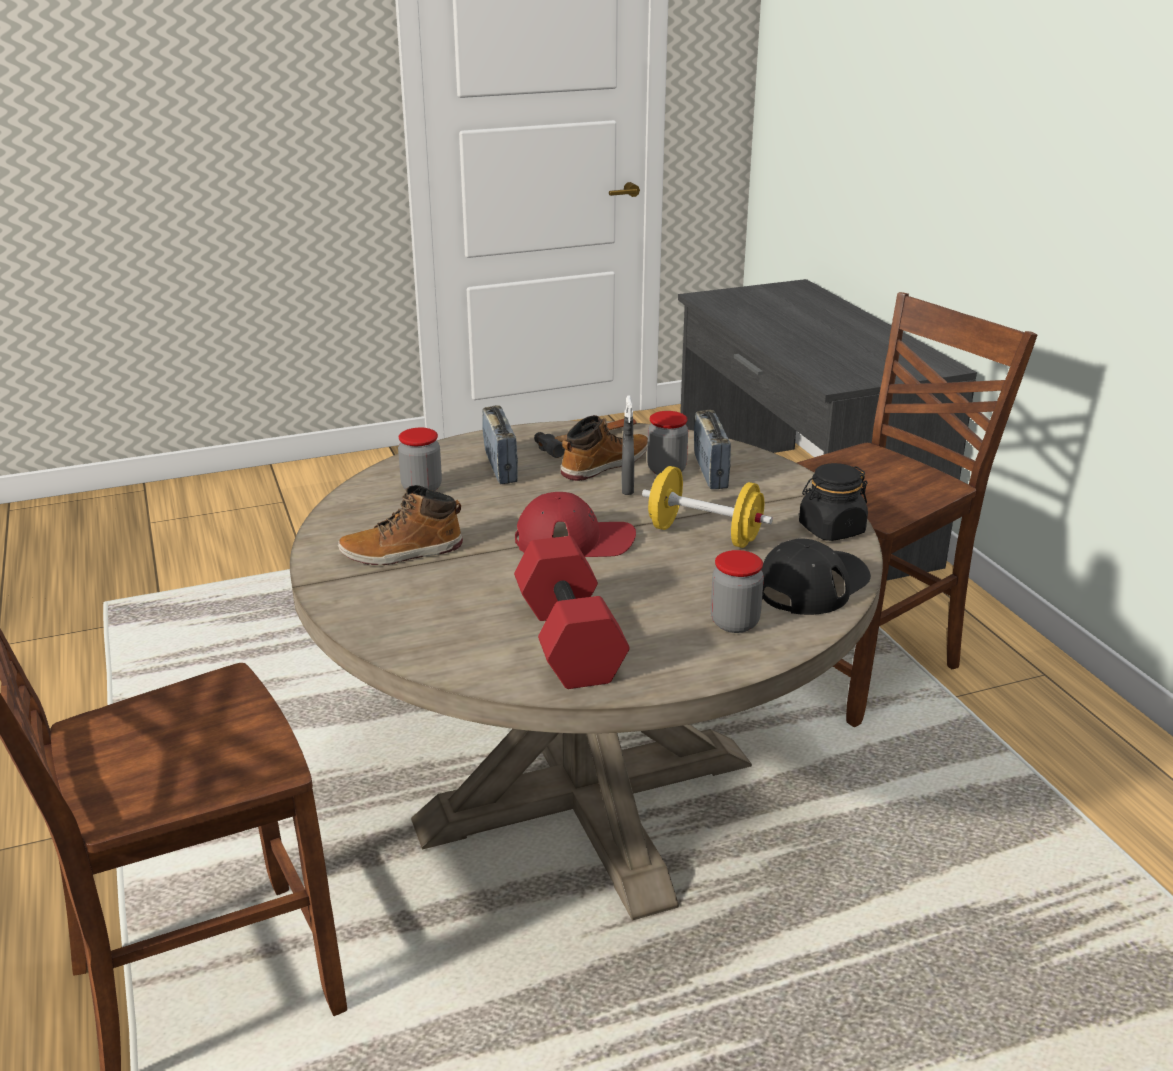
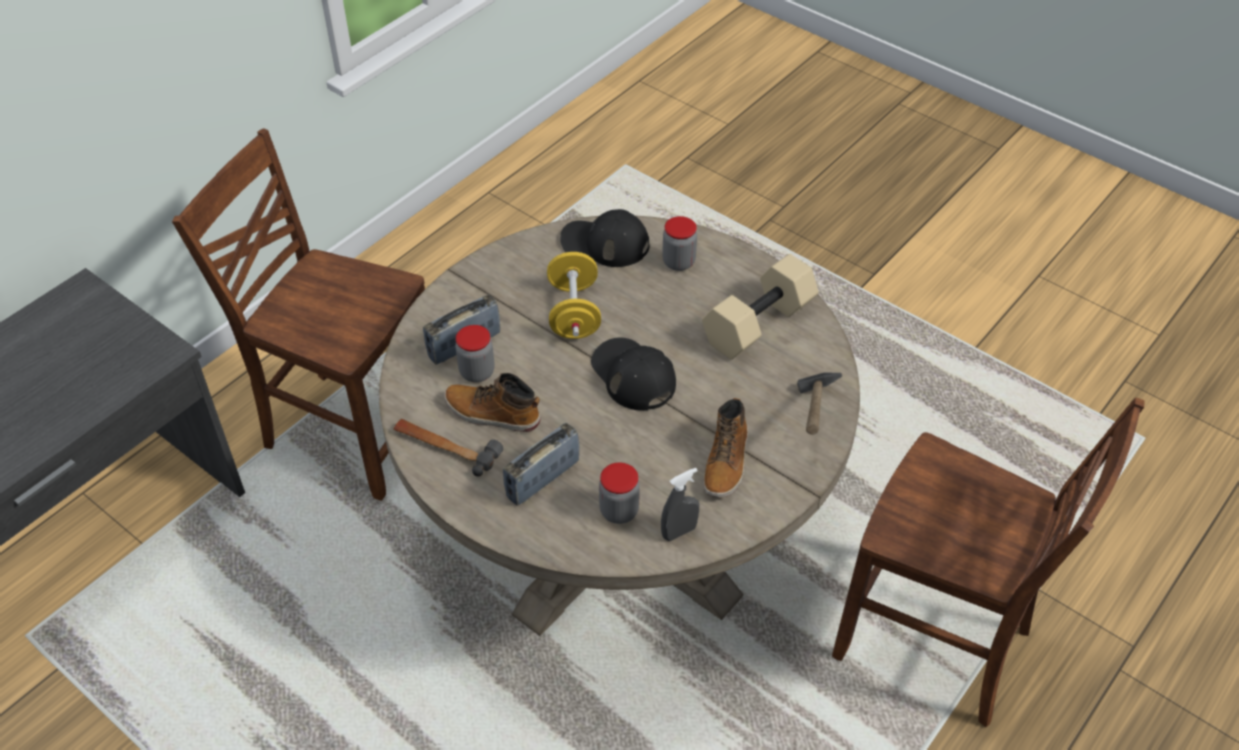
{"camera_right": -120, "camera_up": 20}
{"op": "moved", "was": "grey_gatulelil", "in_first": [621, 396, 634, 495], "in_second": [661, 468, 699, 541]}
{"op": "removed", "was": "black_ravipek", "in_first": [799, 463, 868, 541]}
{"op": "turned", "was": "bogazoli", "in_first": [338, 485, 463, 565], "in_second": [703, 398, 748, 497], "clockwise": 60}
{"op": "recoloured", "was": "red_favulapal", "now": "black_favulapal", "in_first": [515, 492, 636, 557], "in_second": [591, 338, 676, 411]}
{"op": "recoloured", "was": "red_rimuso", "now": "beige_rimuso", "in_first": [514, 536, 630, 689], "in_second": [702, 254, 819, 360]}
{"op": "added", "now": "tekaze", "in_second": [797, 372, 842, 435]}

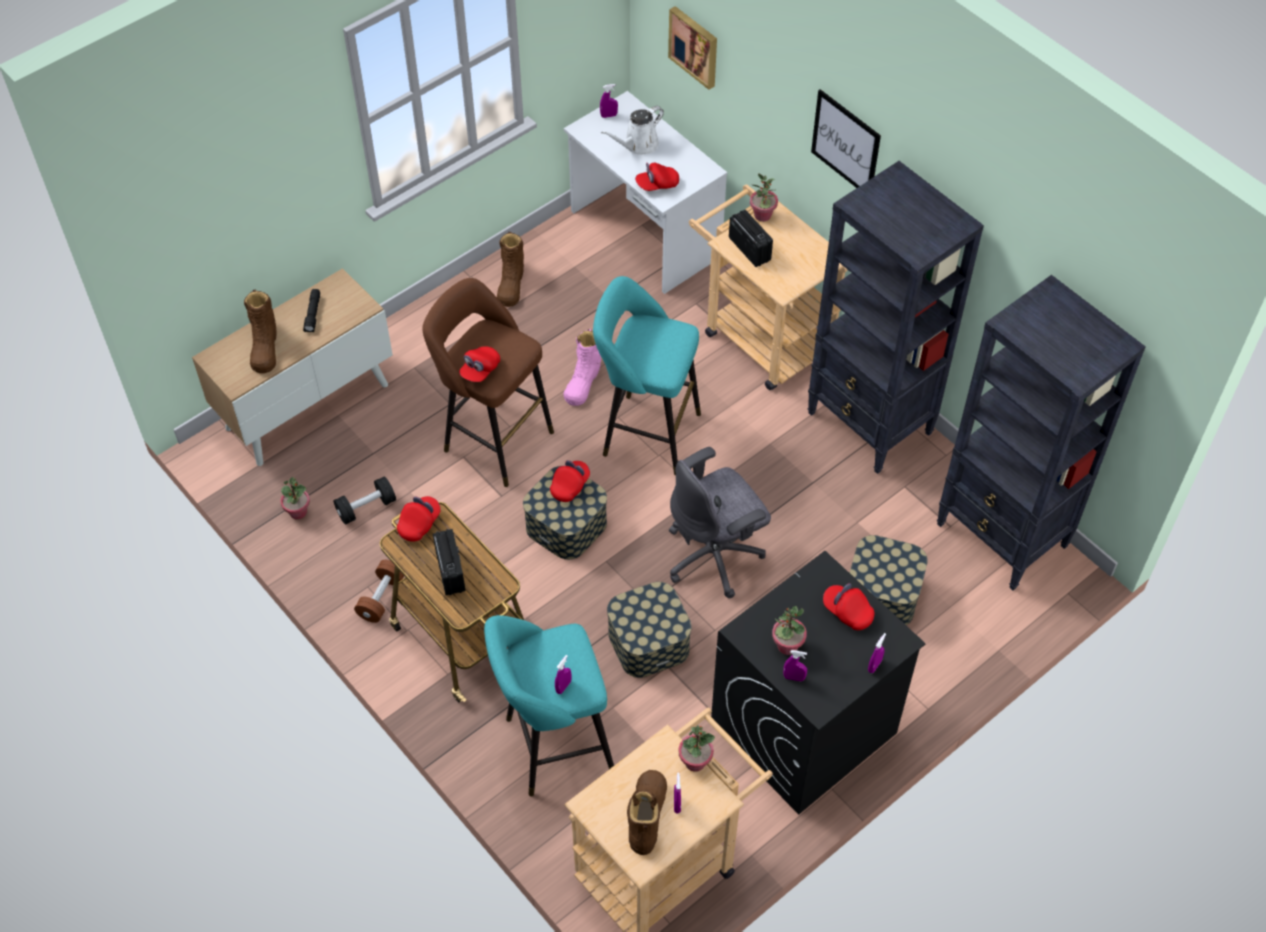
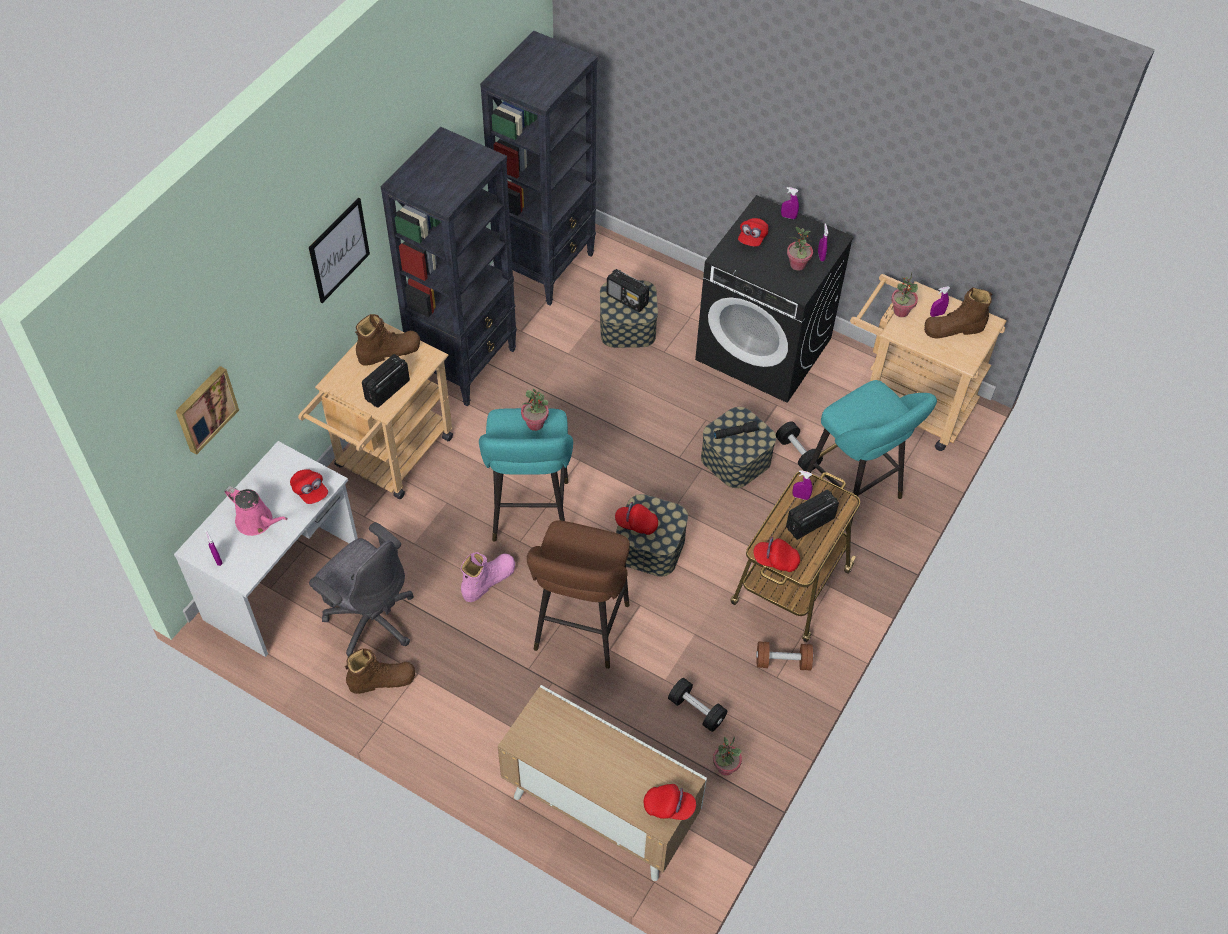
{"camera_right": -110, "camera_up": 0}
{"op": "recoloured", "was": "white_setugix", "now": "pink_setugix", "in_first": [601, 106, 664, 155], "in_second": [224, 486, 288, 536]}
{"op": "moved", "was": "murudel", "in_first": [750, 173, 778, 222], "in_second": [521, 388, 549, 431]}
{"op": "moved", "was": "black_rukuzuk", "in_first": [303, 289, 320, 332], "in_second": [714, 421, 759, 439]}
{"op": "moved", "was": "brown_bogazoli", "in_first": [244, 290, 277, 373], "in_second": [355, 314, 420, 366]}
{"op": "turned", "was": "pink_bogazoli", "in_first": [563, 329, 601, 406], "in_second": [461, 552, 515, 602], "clockwise": -45}
{"op": "moved", "was": "red_favulapal", "in_first": [459, 346, 500, 382], "in_second": [644, 784, 696, 820]}
{"op": "moved", "was": "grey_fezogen", "in_first": [669, 447, 771, 598], "in_second": [309, 522, 414, 657]}
{"op": "moved", "was": "purple_gatulelil", "in_first": [555, 655, 571, 694], "in_second": [793, 470, 813, 500]}
{"op": "added", "now": "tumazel", "in_second": [607, 269, 649, 312]}
{"op": "added", "now": "black_rimuso", "in_second": [776, 421, 823, 471]}

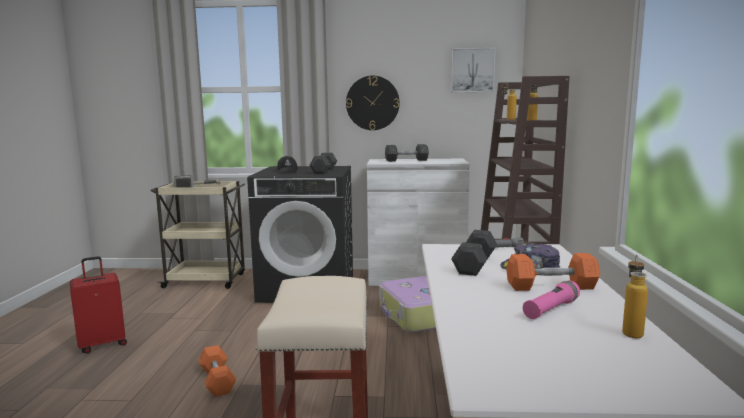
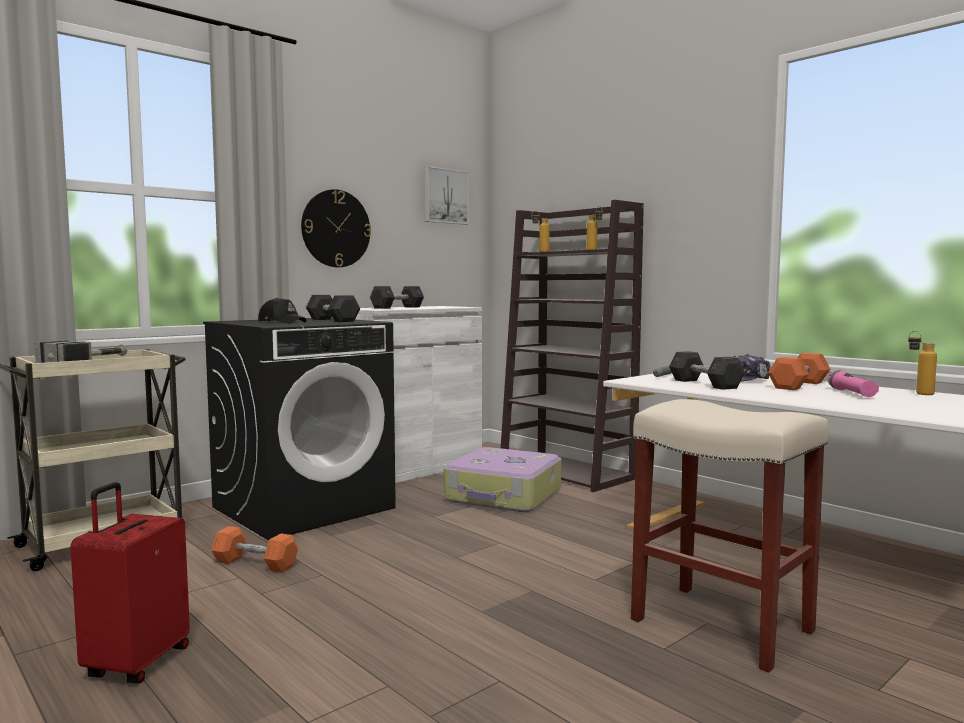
{"camera_right": -45, "camera_up": -5}
{"op": "moved", "was": "orange_rimuso", "in_first": [198, 345, 236, 397], "in_second": [211, 526, 298, 573]}

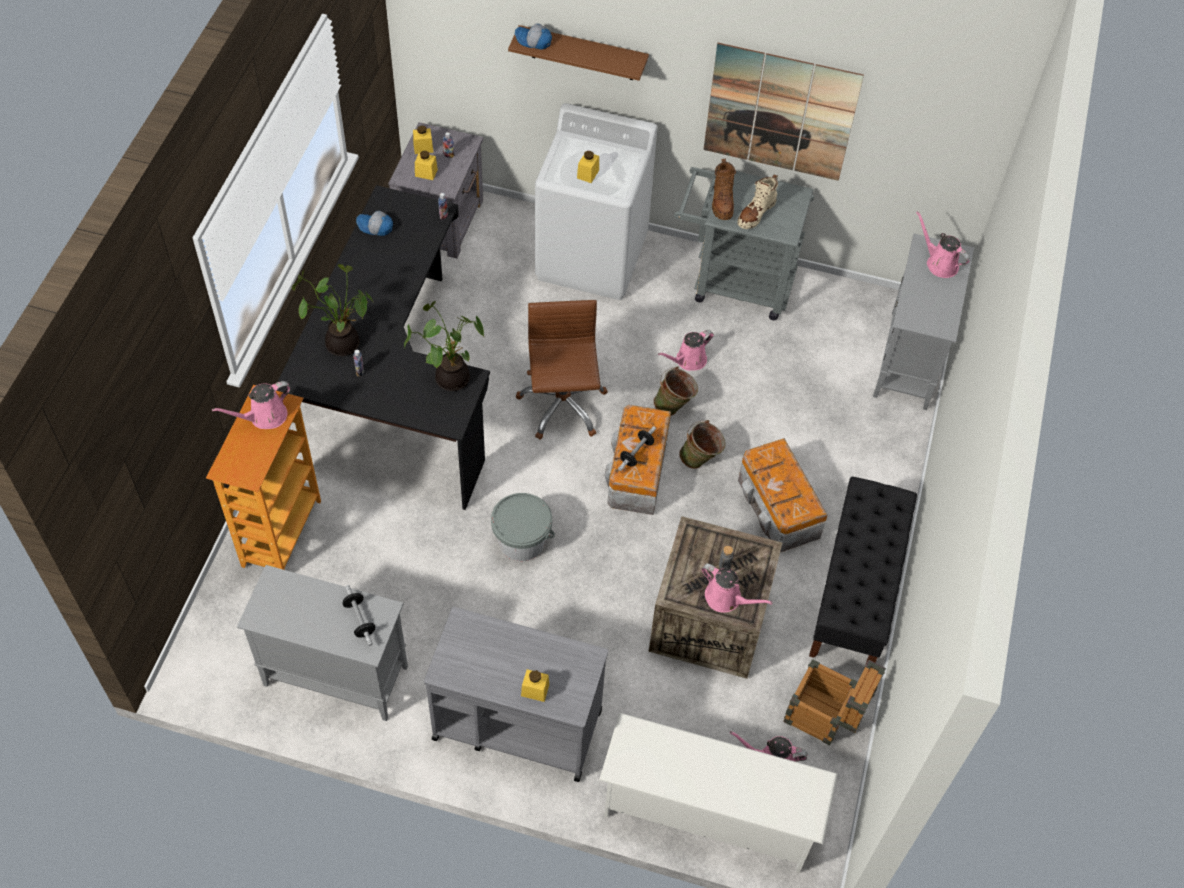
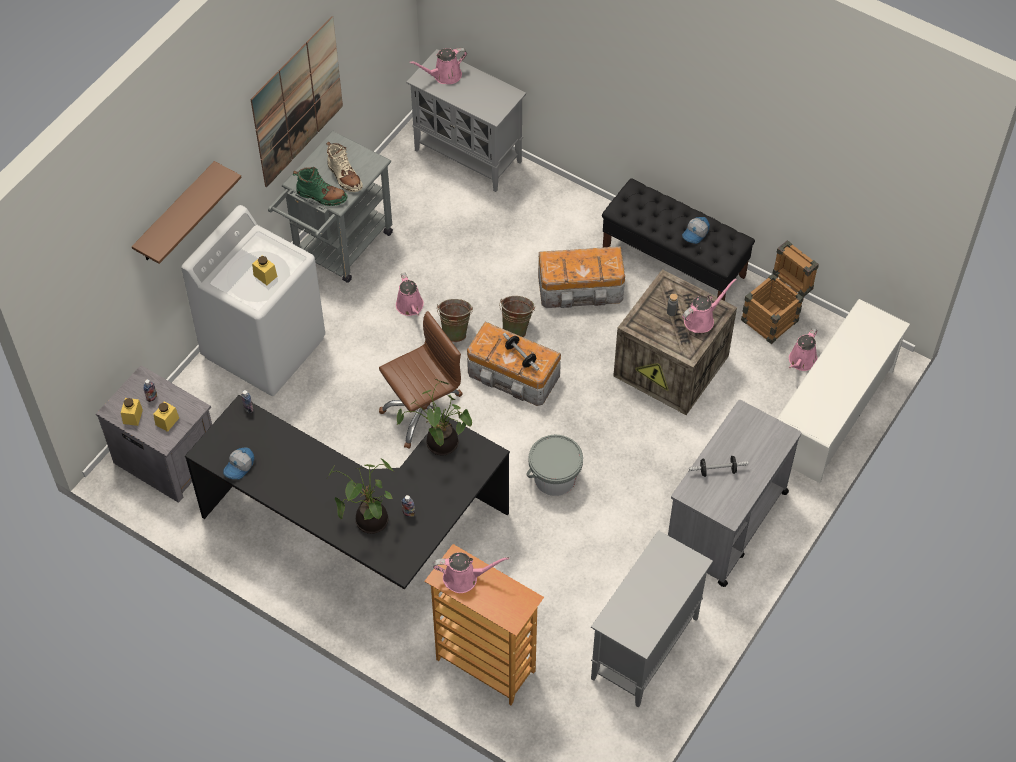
{"camera_right": -70, "camera_up": 0}
{"op": "moved", "was": "favulapal", "in_first": [515, 24, 552, 50], "in_second": [682, 217, 710, 244]}
{"op": "recoloured", "was": "brown_bogazoli", "now": "green_bogazoli", "in_first": [712, 159, 736, 220], "in_second": [293, 167, 347, 206]}
{"op": "turned", "was": "brown_fezogen", "in_first": [516, 300, 607, 440], "in_second": [379, 311, 463, 449], "clockwise": 135}
{"op": "turned", "was": "pink_setugix", "in_first": [212, 381, 291, 429], "in_second": [433, 552, 509, 593], "clockwise": -75}
{"op": "moved", "was": "rimuso", "in_first": [342, 585, 375, 646], "in_second": [689, 456, 748, 477]}
{"op": "removed", "was": "yellow_ravipek", "in_first": [521, 669, 549, 702]}

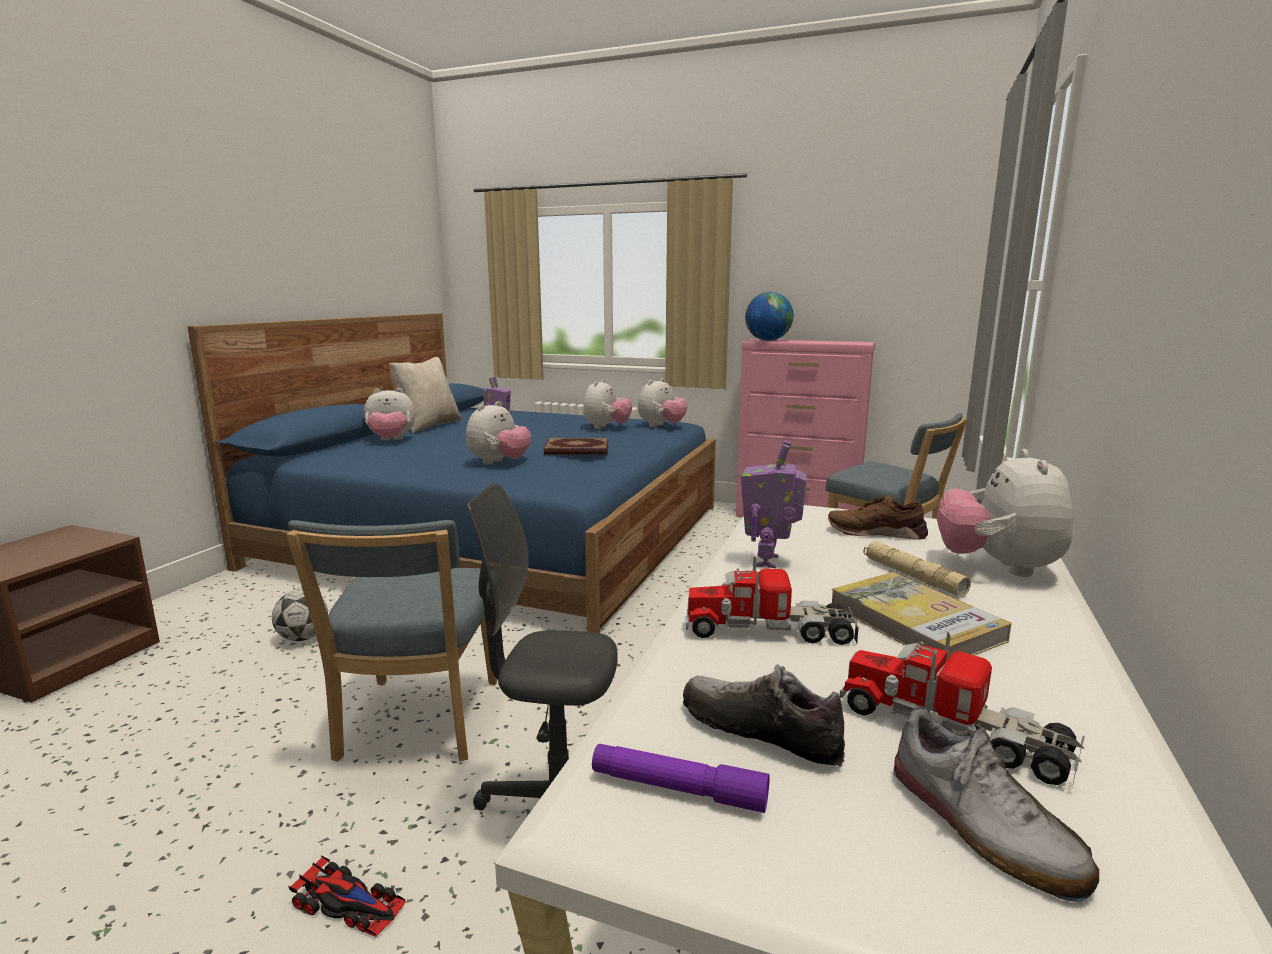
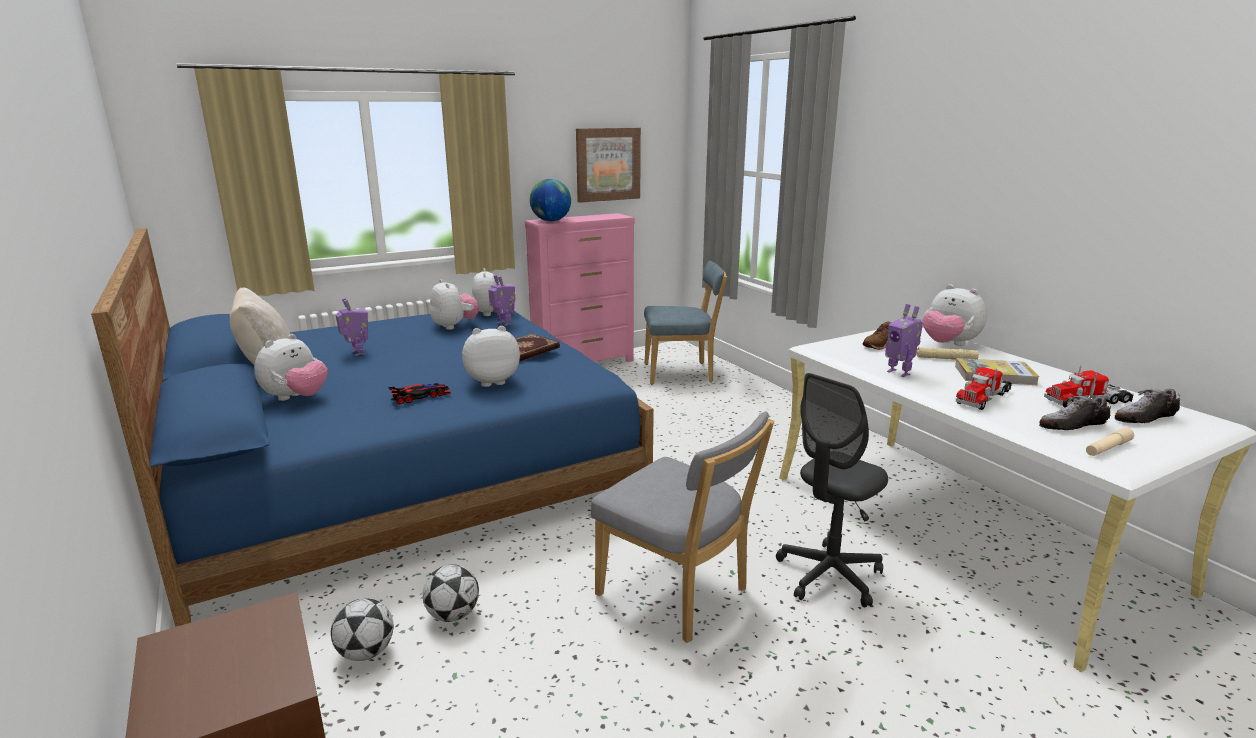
{"camera_right": -50, "camera_up": 5}
{"op": "turned", "was": "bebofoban", "in_first": [466, 401, 531, 465], "in_second": [462, 326, 520, 387], "clockwise": -90}
{"op": "recoloured", "was": "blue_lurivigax", "now": "grey_lurivigax", "in_first": [286, 520, 497, 762], "in_second": [590, 411, 774, 643]}
{"op": "turned", "was": "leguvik", "in_first": [893, 708, 1099, 902], "in_second": [1115, 389, 1180, 423], "clockwise": 150}
{"op": "recoloured", "was": "purple_rukuzuk", "now": "beige_rukuzuk", "in_first": [592, 744, 770, 813], "in_second": [1086, 428, 1134, 456]}
{"op": "moved", "was": "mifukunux", "in_first": [289, 856, 406, 937], "in_second": [388, 383, 451, 404]}
{"op": "added", "now": "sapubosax", "in_second": [576, 128, 641, 203]}
{"op": "added", "now": "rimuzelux", "in_second": [488, 275, 515, 326]}
{"op": "added", "now": "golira", "in_second": [331, 598, 394, 661]}

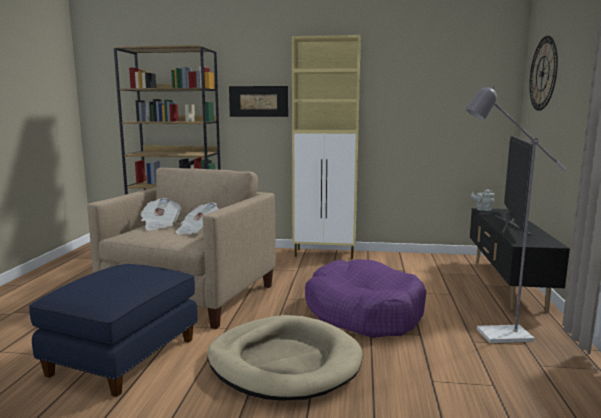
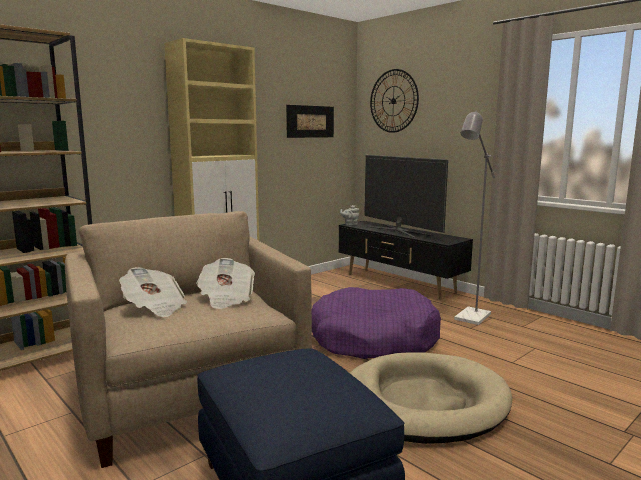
{"camera_right": -50, "camera_up": 0}
{"op": "moved", "was": "sapubosax", "in_first": [229, 86, 288, 117], "in_second": [286, 105, 334, 138]}

